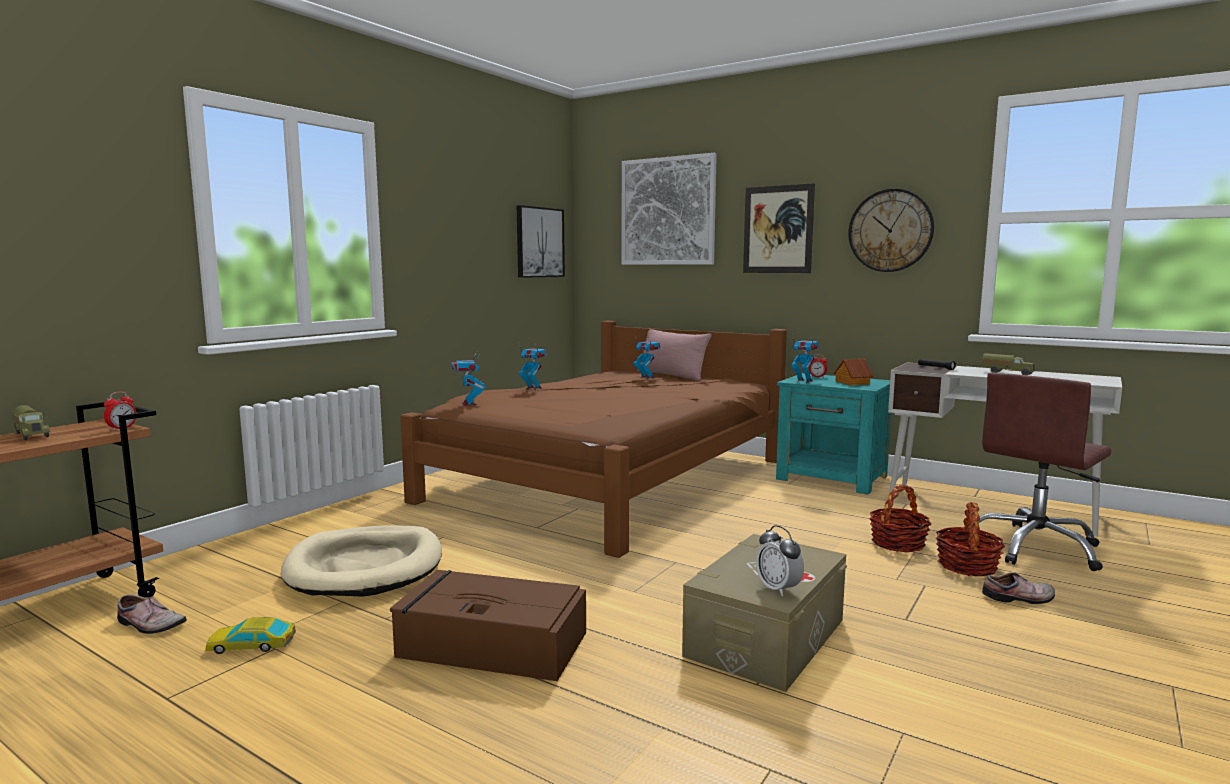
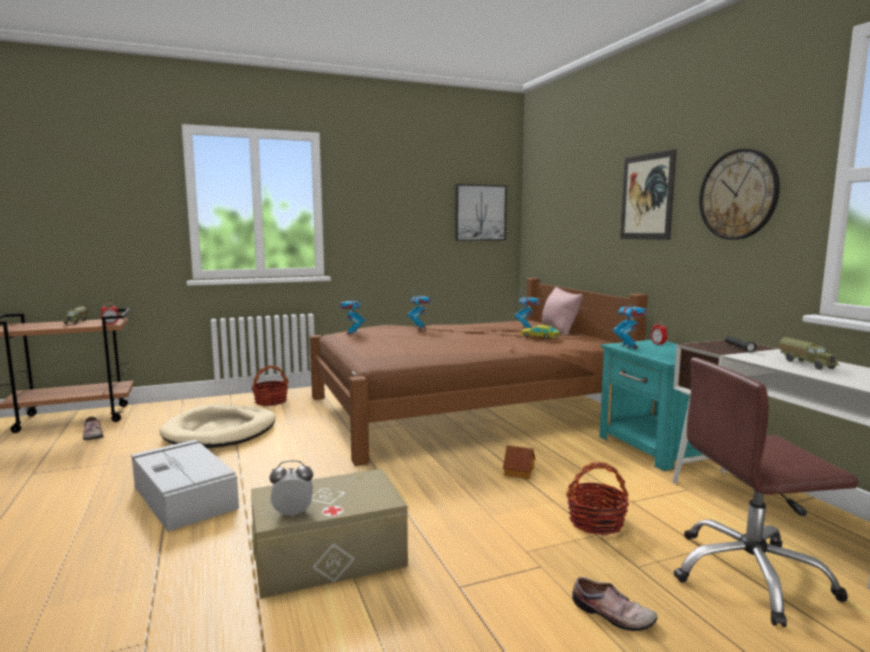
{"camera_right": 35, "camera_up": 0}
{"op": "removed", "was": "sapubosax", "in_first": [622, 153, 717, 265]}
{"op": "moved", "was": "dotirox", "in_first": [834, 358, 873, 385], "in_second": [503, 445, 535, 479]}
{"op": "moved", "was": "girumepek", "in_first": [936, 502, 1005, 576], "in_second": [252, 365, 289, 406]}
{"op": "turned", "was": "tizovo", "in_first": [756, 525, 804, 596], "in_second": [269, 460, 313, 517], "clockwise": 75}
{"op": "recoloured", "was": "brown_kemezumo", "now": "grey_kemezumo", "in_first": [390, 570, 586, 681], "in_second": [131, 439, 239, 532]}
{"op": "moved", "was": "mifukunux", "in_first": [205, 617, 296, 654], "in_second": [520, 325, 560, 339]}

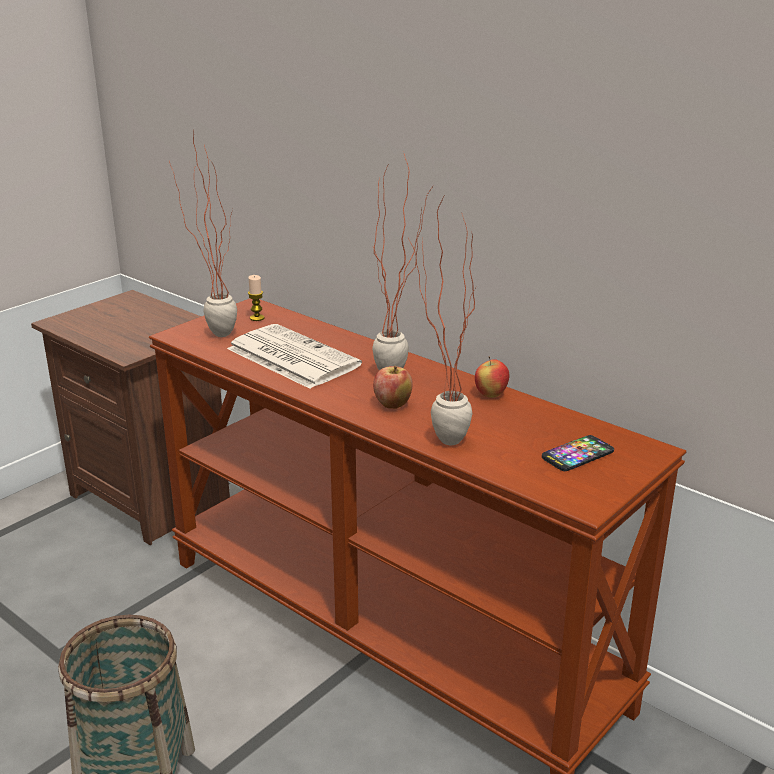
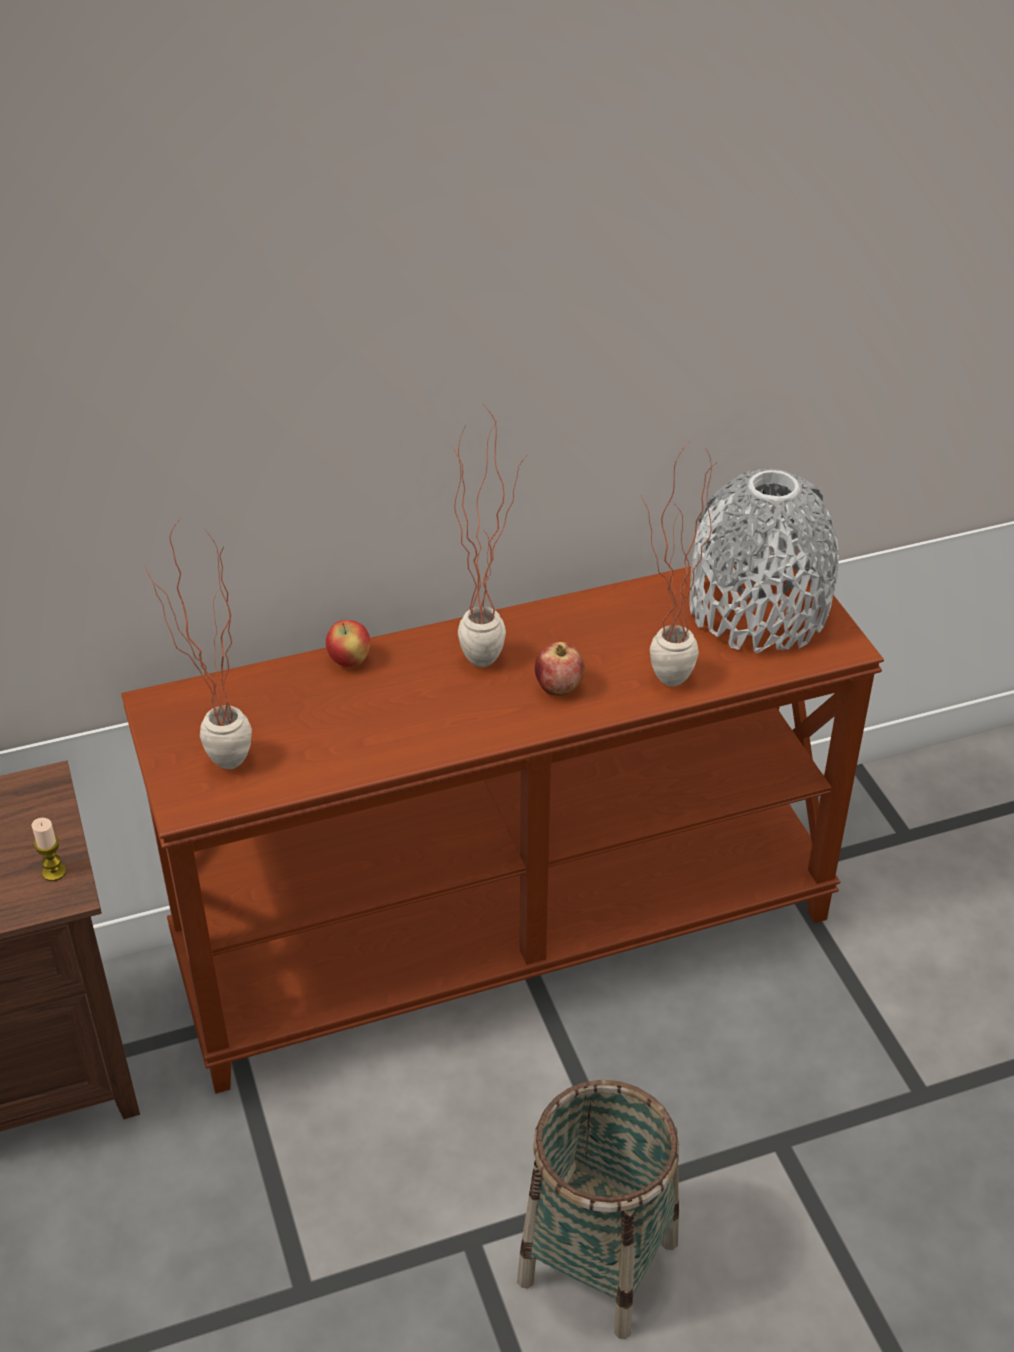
{"camera_right": -60, "camera_up": 15}
{"op": "moved", "was": "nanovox", "in_first": [248, 275, 264, 321], "in_second": [31, 818, 66, 881]}
{"op": "removed", "was": "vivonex", "in_first": [227, 324, 362, 389]}
{"op": "moved", "was": "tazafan", "in_first": [475, 356, 510, 398], "in_second": [326, 620, 370, 668]}
{"op": "replaced", "was": "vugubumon", "now": "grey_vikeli", "in_first": [542, 435, 614, 471], "in_second": [689, 469, 839, 654]}

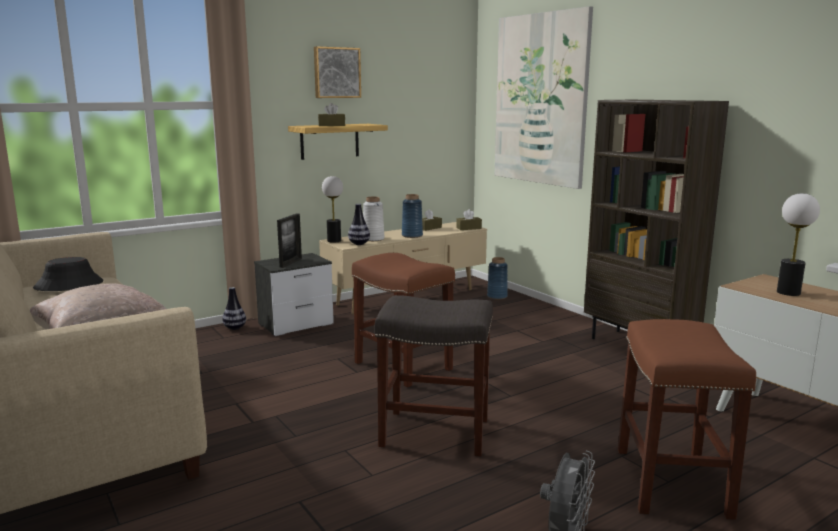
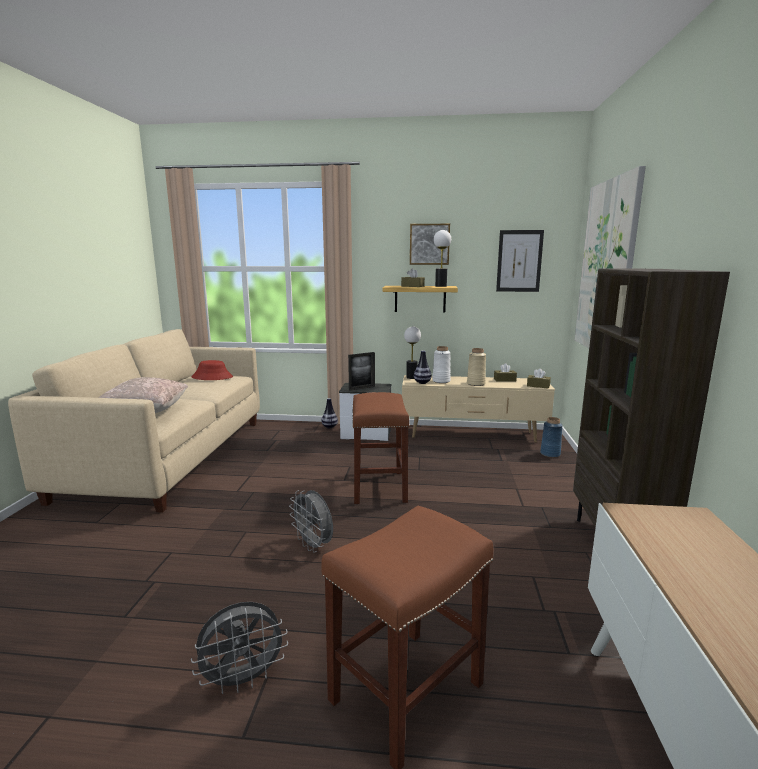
{"camera_right": 40, "camera_up": 0}
{"op": "moved", "was": "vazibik", "in_first": [777, 193, 820, 296], "in_second": [434, 230, 451, 287]}
{"op": "recoloured", "was": "blue_vikeli", "now": "beige_vikeli", "in_first": [402, 194, 423, 238], "in_second": [467, 348, 486, 386]}
{"op": "recoloured", "was": "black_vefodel", "now": "red_vefodel", "in_first": [33, 257, 104, 291], "in_second": [191, 360, 233, 380]}
{"op": "replaced", "was": "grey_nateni", "now": "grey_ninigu", "in_first": [374, 295, 493, 456], "in_second": [289, 490, 333, 553]}
{"op": "added", "now": "sapubosax", "in_second": [496, 230, 544, 292]}

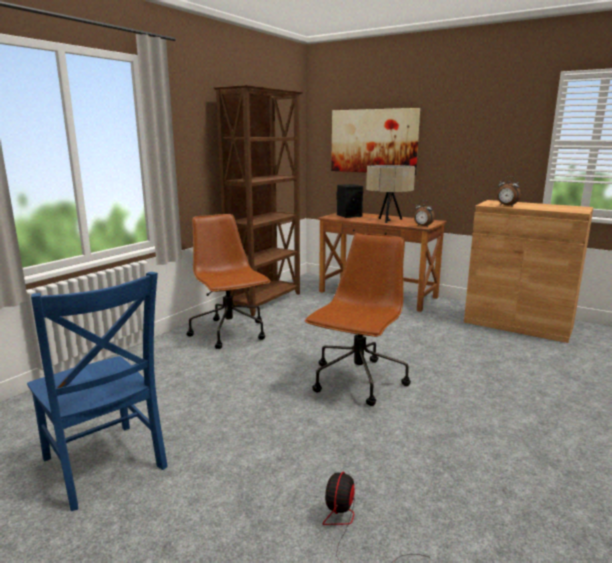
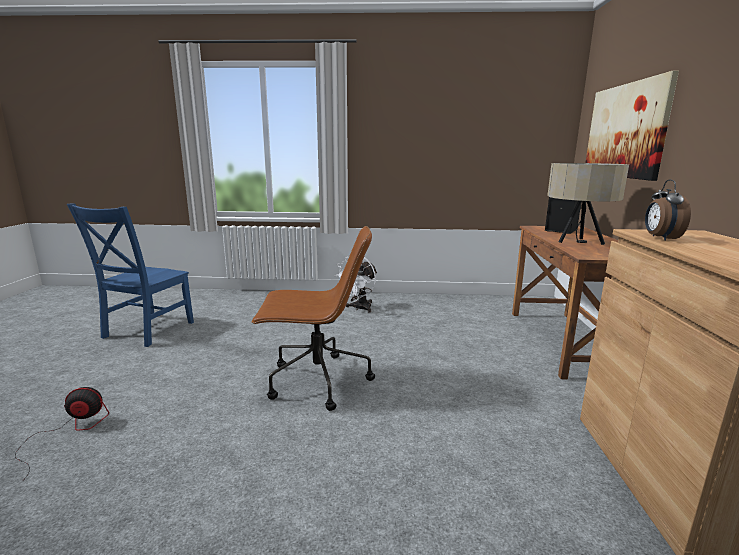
{"camera_right": 60, "camera_up": 0}
{"op": "removed", "was": "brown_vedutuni", "in_first": [213, 85, 303, 316]}
{"op": "removed", "was": "tizovo", "in_first": [414, 200, 435, 227]}
{"op": "replaced", "was": "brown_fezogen", "now": "white_ninigu", "in_first": [186, 214, 271, 349], "in_second": [335, 256, 377, 313]}

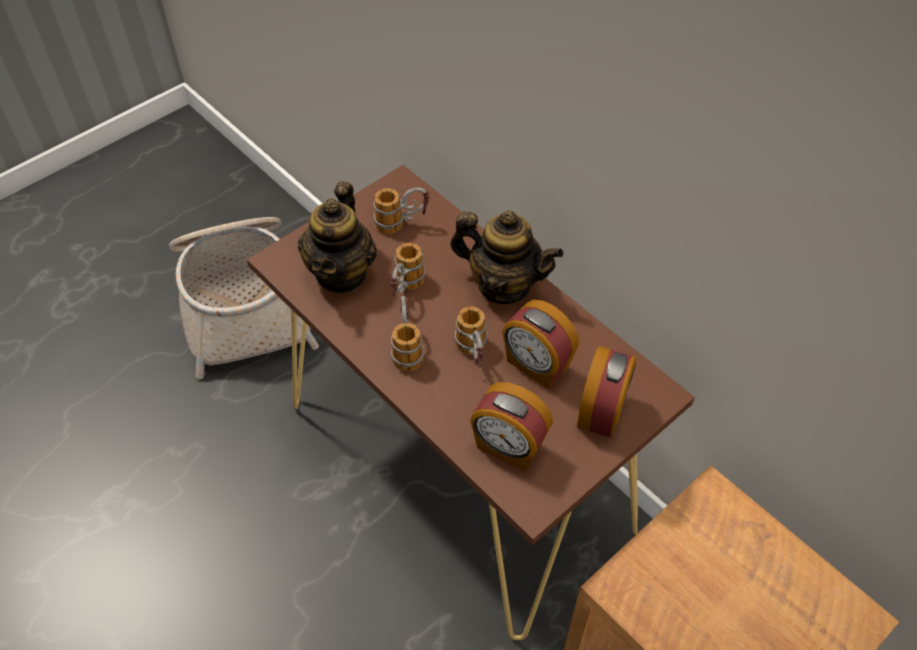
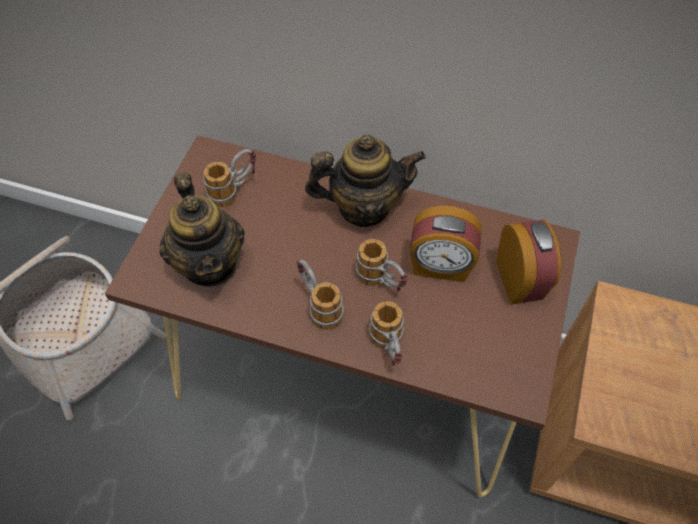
{"camera_right": -30, "camera_up": 5}
{"op": "moved", "was": "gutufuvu", "in_first": [390, 243, 425, 296], "in_second": [369, 301, 404, 366]}
{"op": "removed", "was": "tizovo", "in_first": [470, 382, 553, 471]}

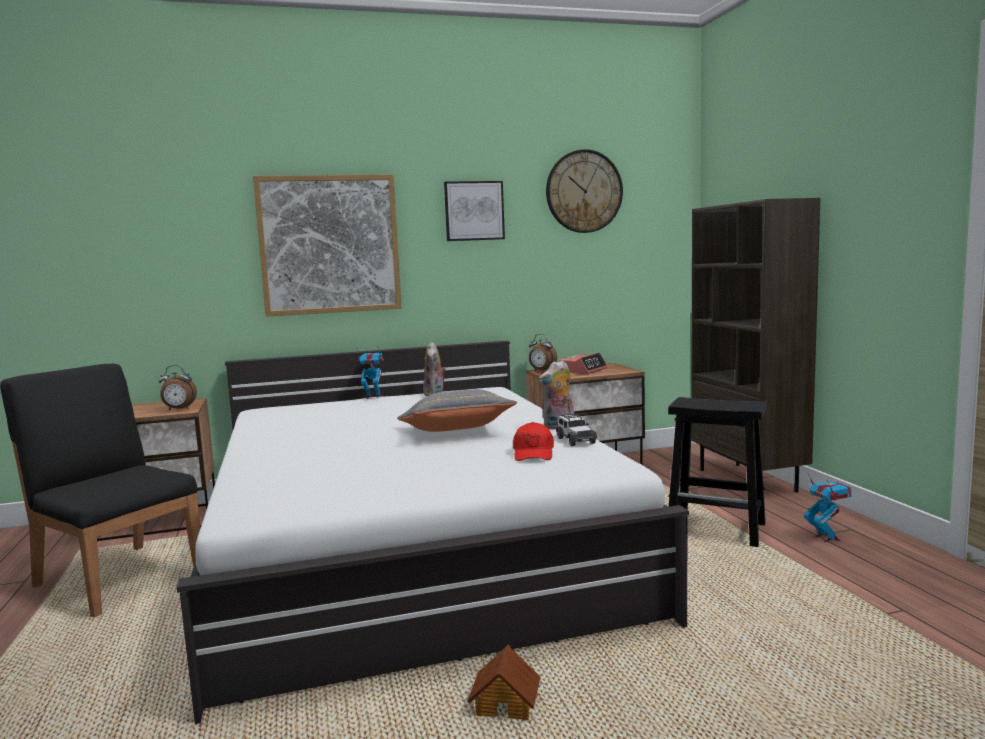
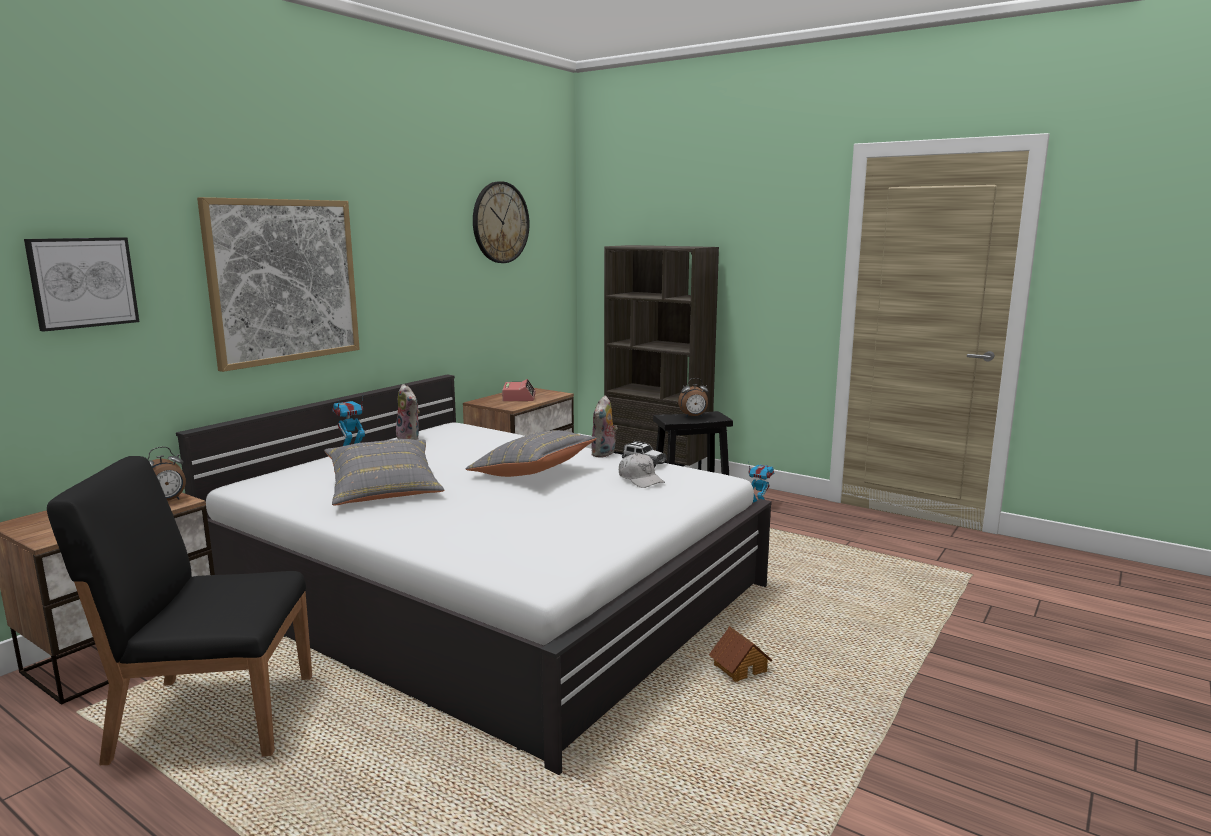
{"camera_right": -40, "camera_up": 5}
{"op": "moved", "was": "sapubosax", "in_first": [444, 181, 505, 241], "in_second": [24, 237, 139, 332]}
{"op": "moved", "was": "tizovo", "in_first": [529, 334, 557, 371], "in_second": [678, 378, 708, 417]}
{"op": "recoloured", "was": "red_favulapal", "now": "white_favulapal", "in_first": [513, 422, 554, 461], "in_second": [619, 453, 665, 488]}
{"op": "added", "now": "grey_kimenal", "in_second": [324, 439, 444, 505]}

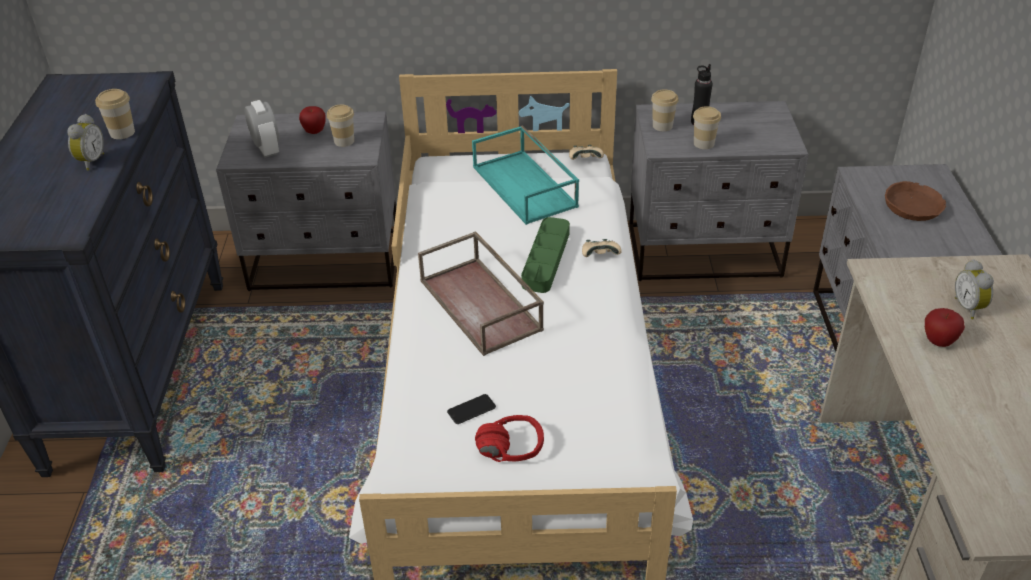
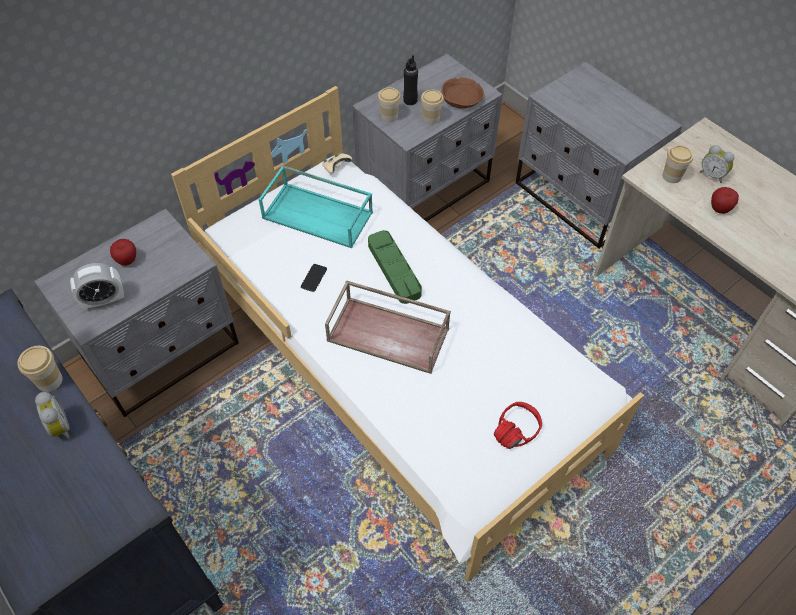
{"camera_right": -40, "camera_up": 15}
{"op": "turned", "was": "tizovo", "in_first": [245, 100, 279, 158], "in_second": [70, 263, 125, 310], "clockwise": 135}
{"op": "moved", "was": "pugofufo", "in_first": [327, 105, 354, 147], "in_second": [663, 145, 693, 183]}
{"op": "moved", "was": "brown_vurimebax", "in_first": [885, 181, 946, 221], "in_second": [441, 77, 484, 109]}
{"op": "removed", "was": "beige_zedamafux", "in_first": [582, 239, 622, 257]}
{"op": "moved", "was": "vugubumon", "in_first": [447, 394, 496, 424], "in_second": [301, 264, 327, 292]}

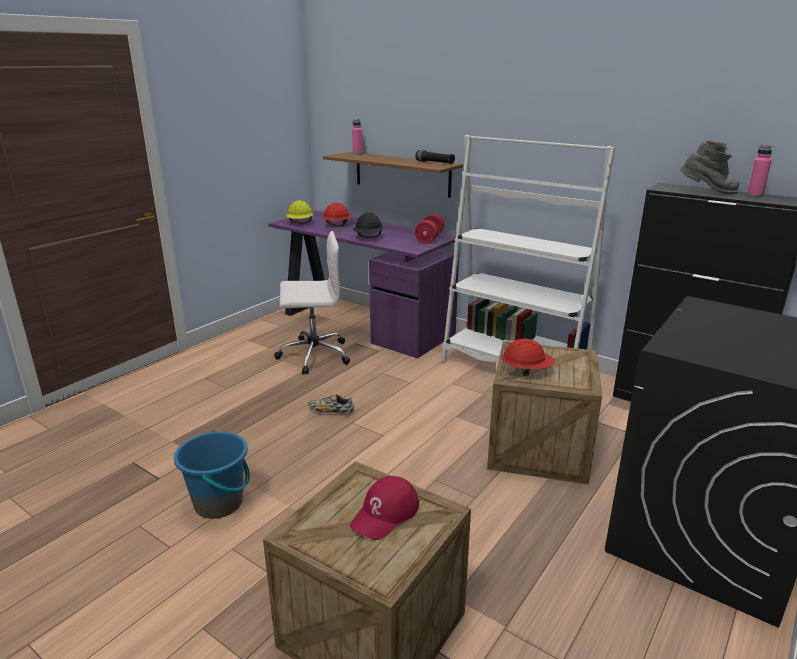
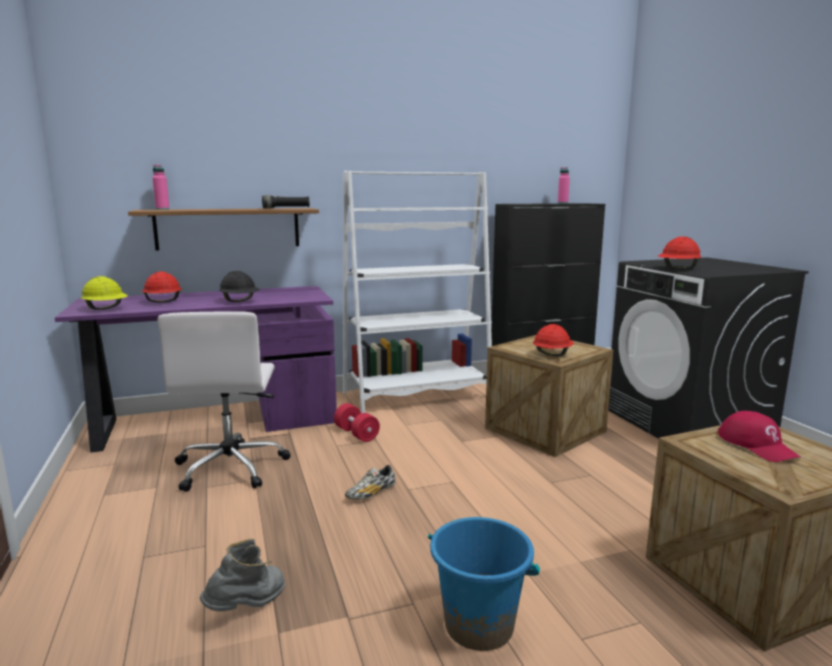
{"camera_right": -55, "camera_up": -10}
{"op": "moved", "was": "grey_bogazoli", "in_first": [680, 141, 739, 194], "in_second": [200, 539, 285, 611]}
{"op": "moved", "was": "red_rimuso", "in_first": [415, 214, 444, 244], "in_second": [334, 403, 380, 442]}
{"op": "turned", "was": "white_fezogen", "in_first": [274, 231, 350, 375], "in_second": [158, 311, 291, 492], "clockwise": 150}
{"op": "added", "now": "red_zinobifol", "in_second": [658, 237, 701, 269]}

